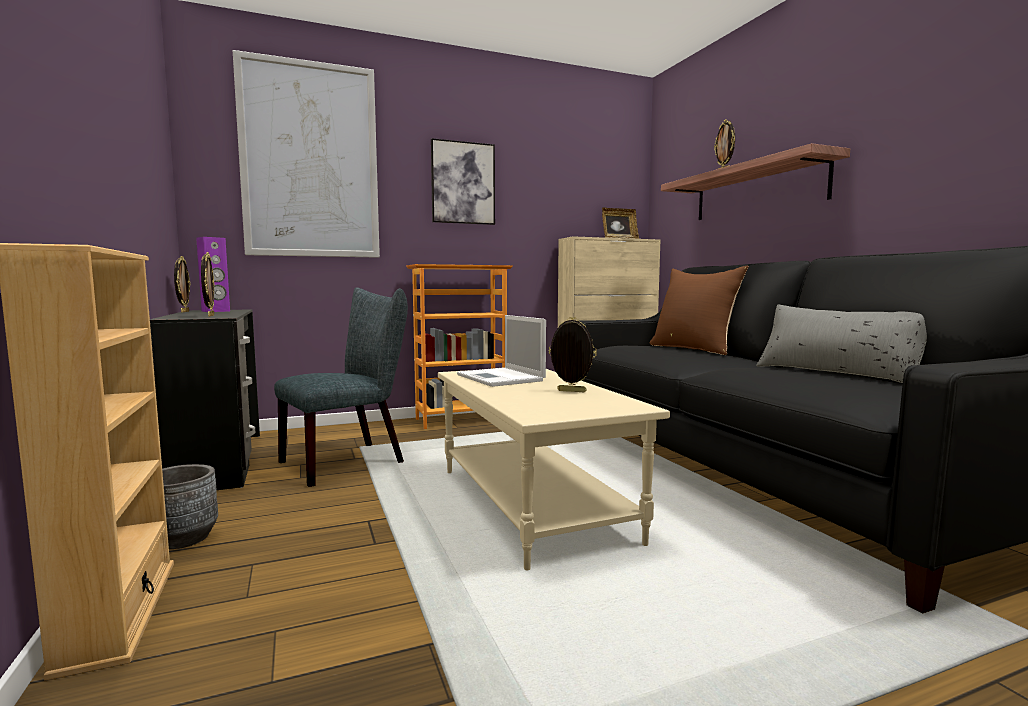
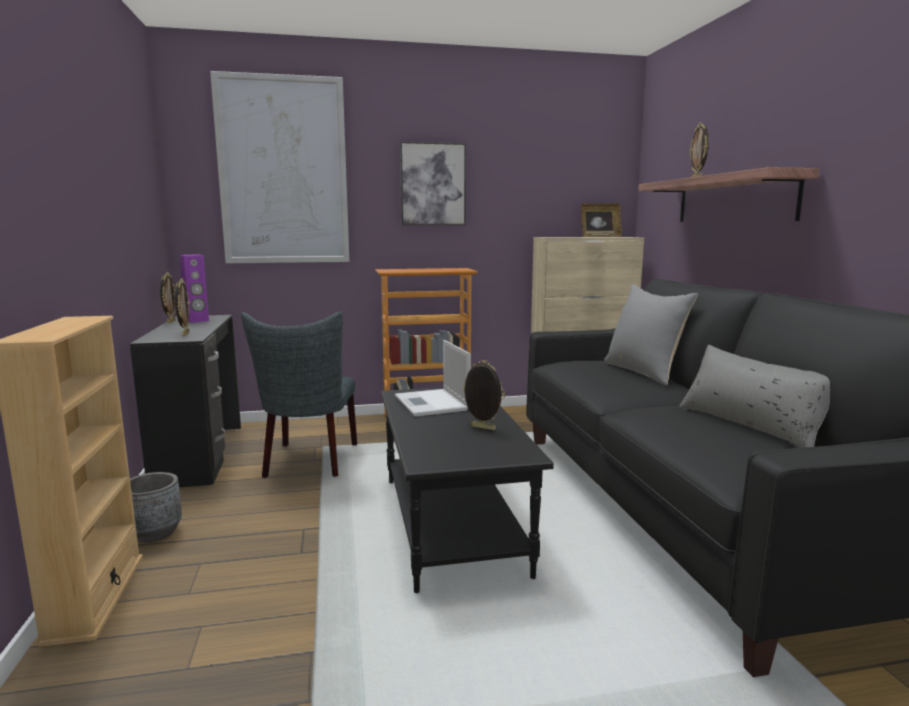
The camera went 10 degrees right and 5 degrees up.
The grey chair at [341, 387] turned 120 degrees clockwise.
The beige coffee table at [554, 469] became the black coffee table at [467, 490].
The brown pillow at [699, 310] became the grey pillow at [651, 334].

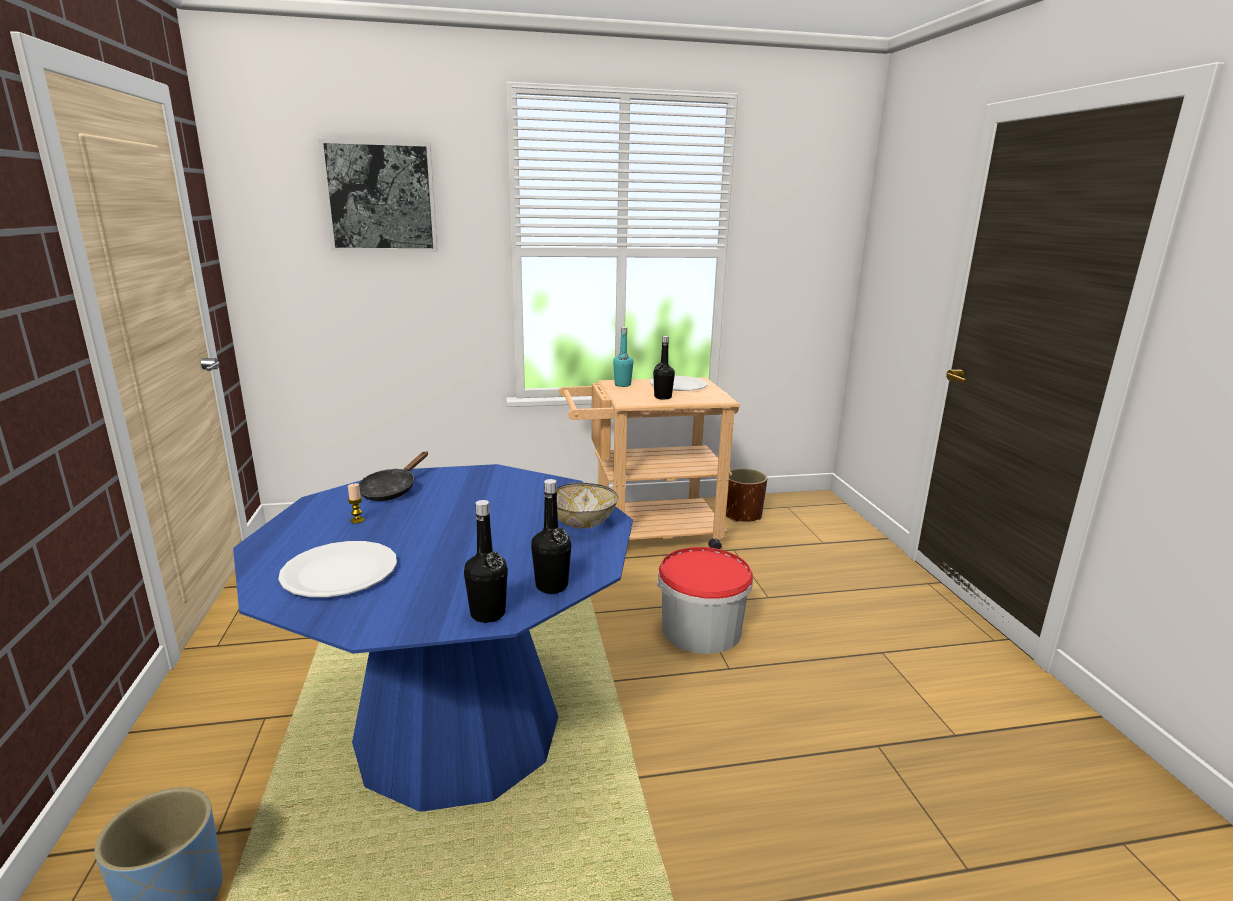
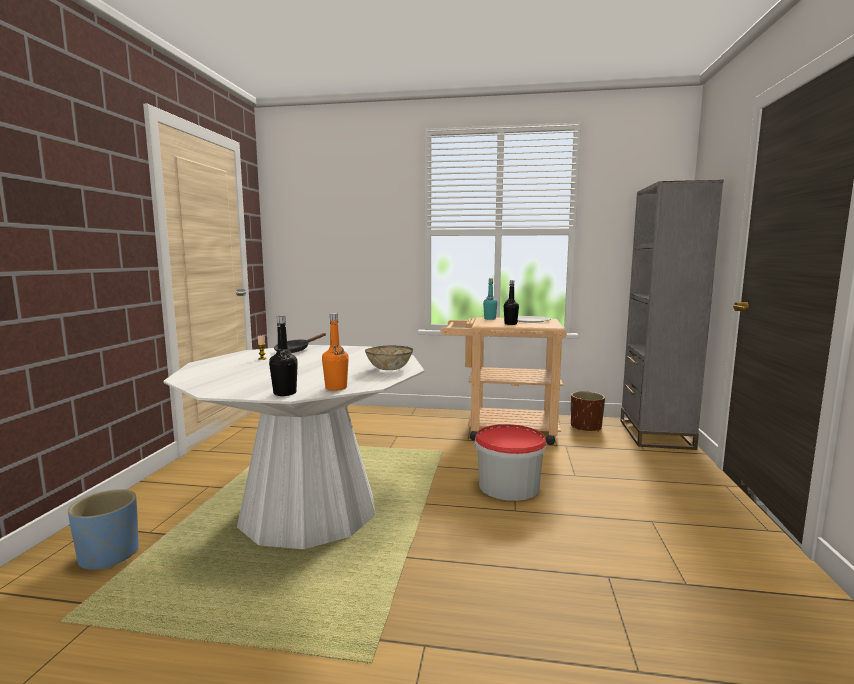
The camera went 20 degrees right and 10 degrees down.
The blue dining table at [433, 638] became the white dining table at [294, 447].
The black bottle at [551, 536] became the orange bottle at [335, 352].
The grey bookcase at [672, 315] appeared.
The white plate at [337, 569] disappeared.
The picture at [378, 195] disappeared.

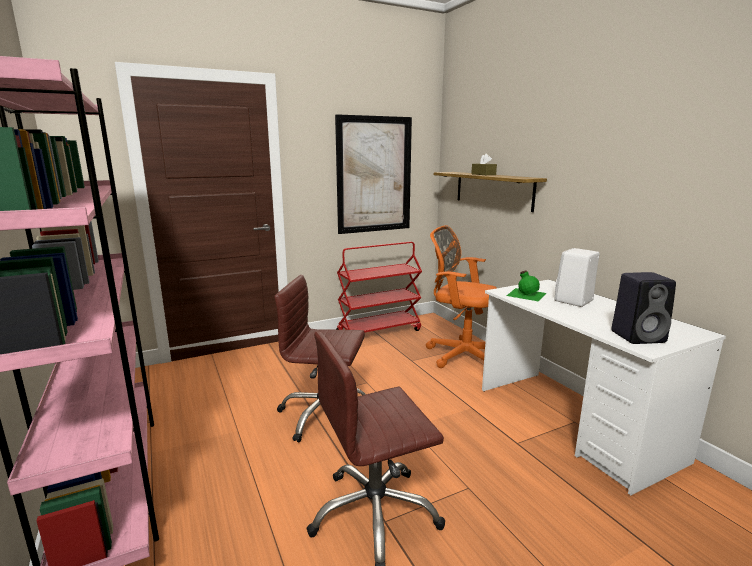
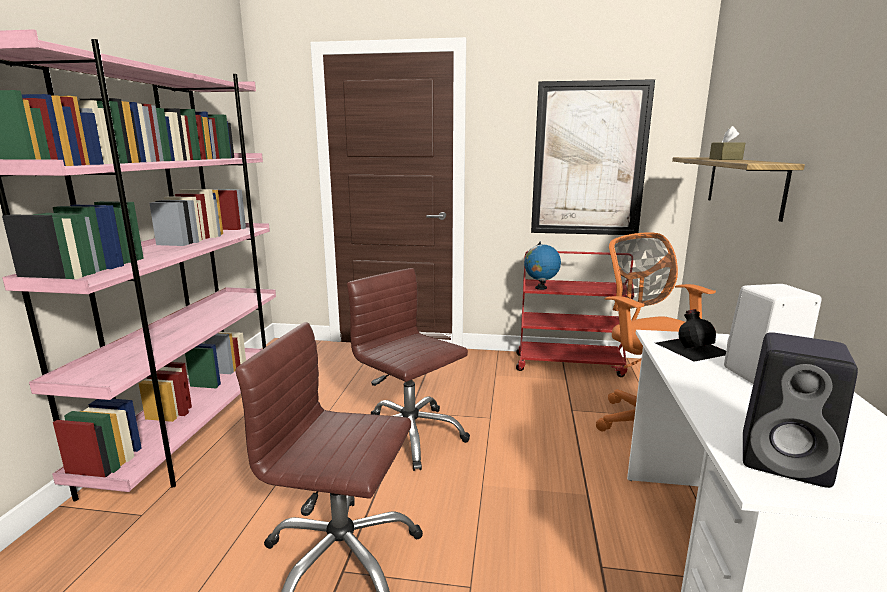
The camera went 35 degrees right and 0 degrees up.
The globe at [542, 266] appeared.
The green bottle at [526, 286] became the black bottle at [691, 335].

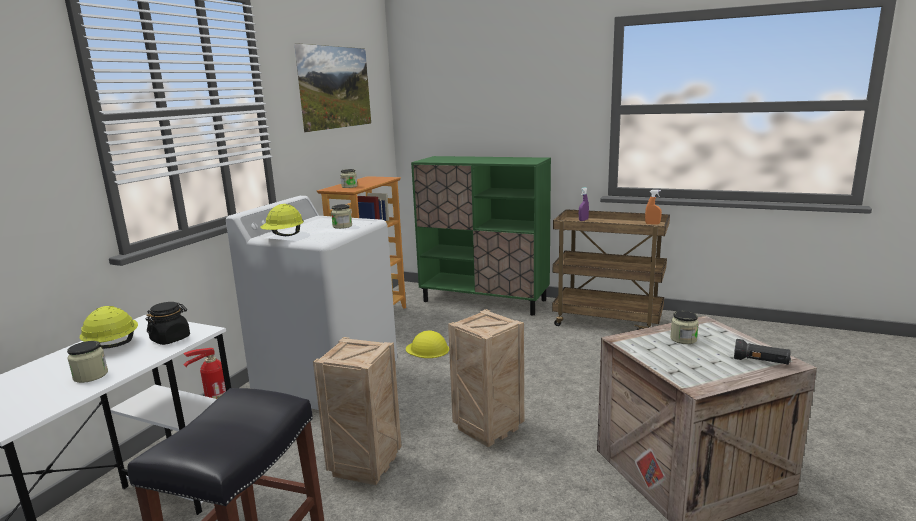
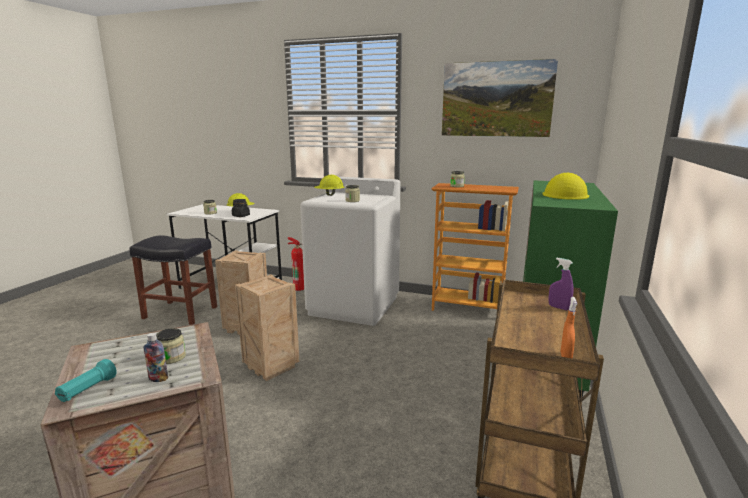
The camera went 85 degrees right and 0 degrees up.
The black flashlight at [762, 352] became the turquoise flashlight at [86, 380].
The bottle at [156, 357] appeared.
The yellow hard hat moved from [427, 344] to [565, 186].

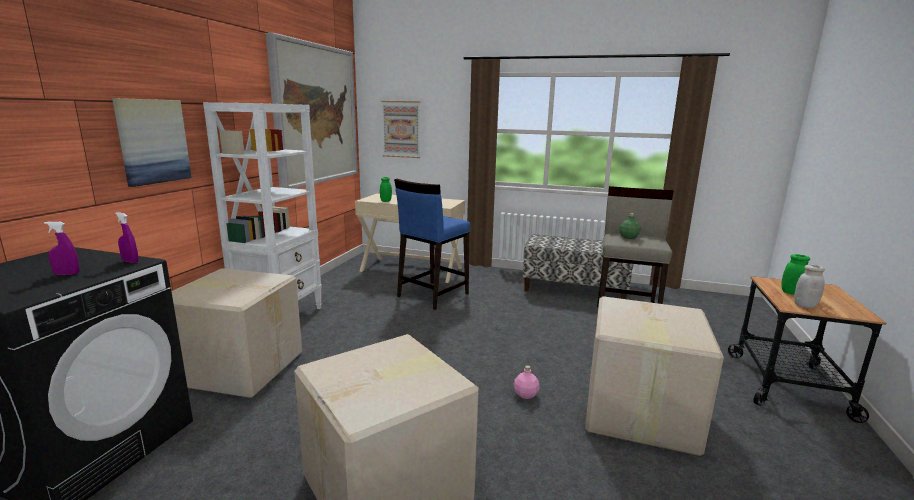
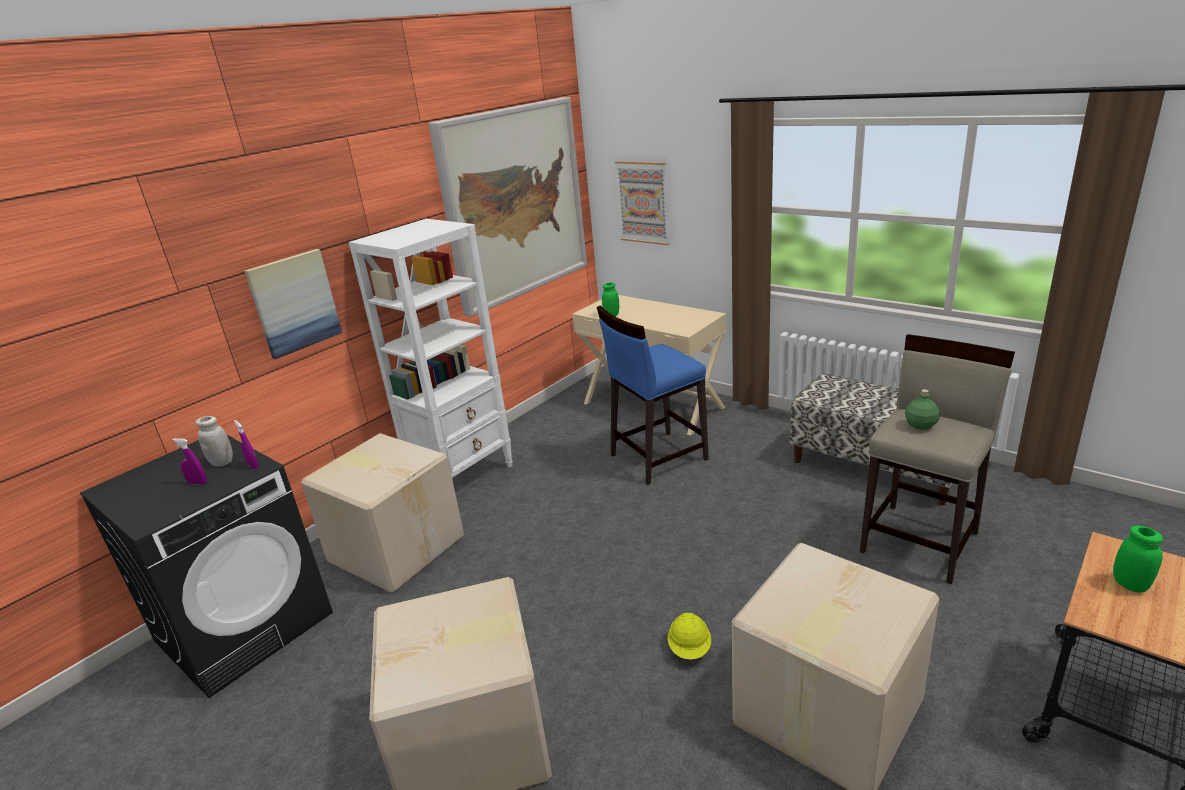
The camera went 25 degrees right and 10 degrees up.
The white jar moved from [809, 286] to [214, 441].
The pink bottle at [527, 382] was replaced by the yellow hard hat at [689, 636].

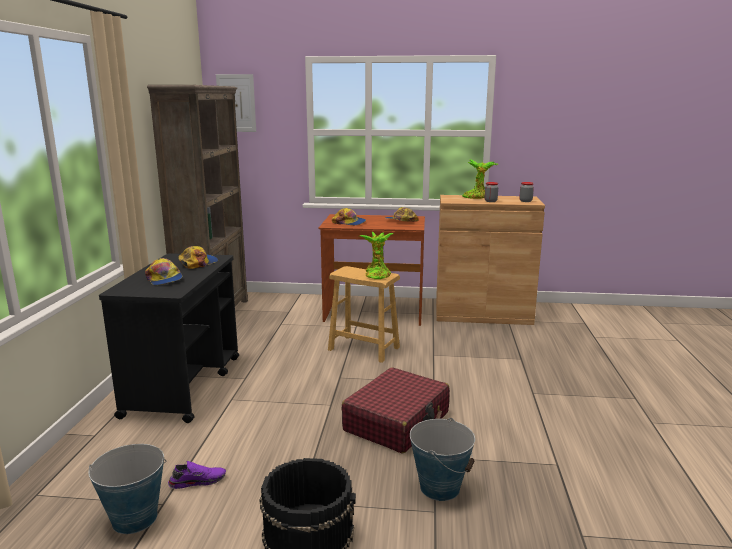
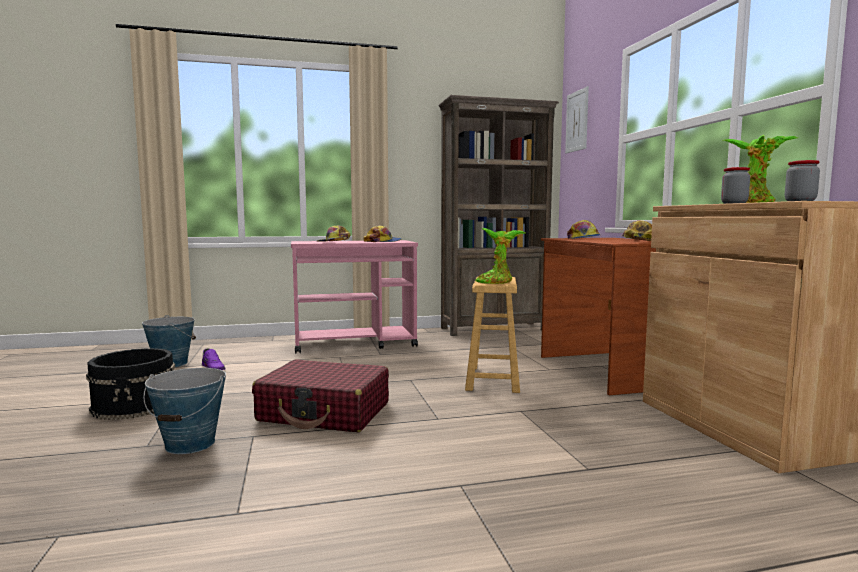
The camera went 70 degrees right and 10 degrees down.
The black cart at [169, 338] became the pink cart at [354, 297].

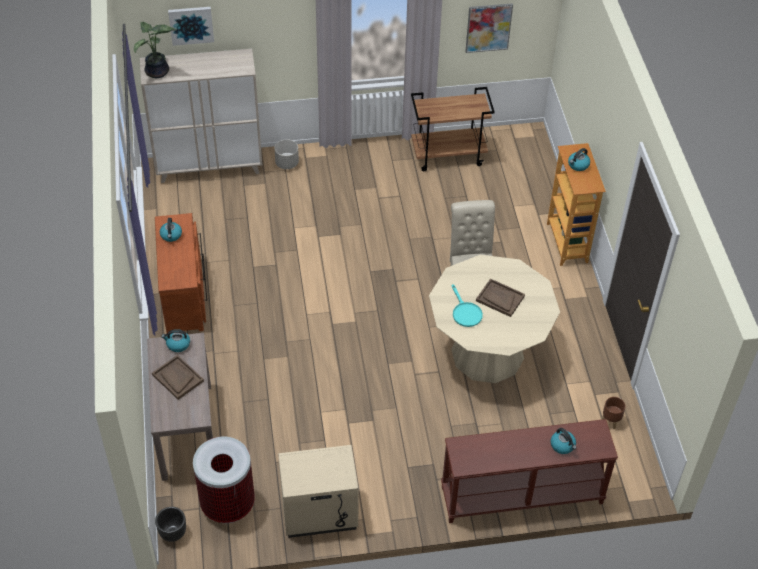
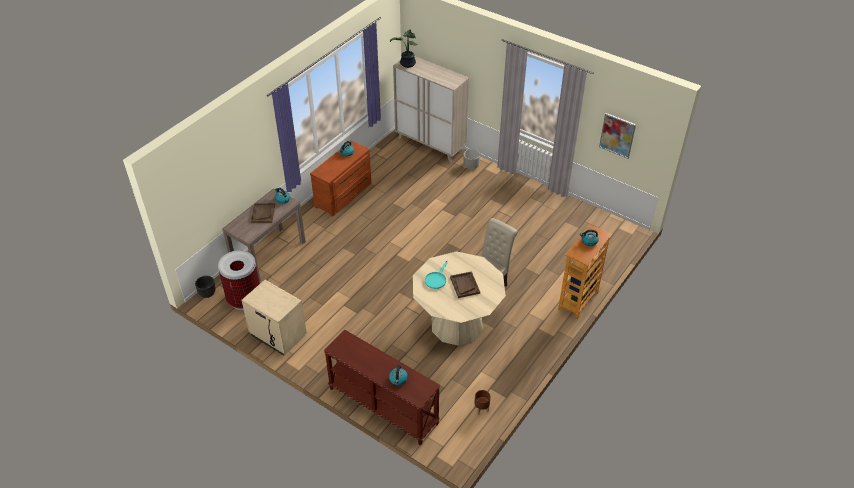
The camera went 45 degrees right and 5 degrees down.
The picture at [191, 26] disappeared.
The brown cart at [453, 129] disappeared.

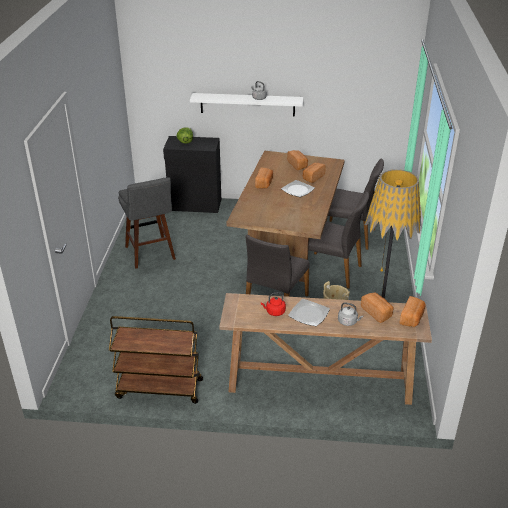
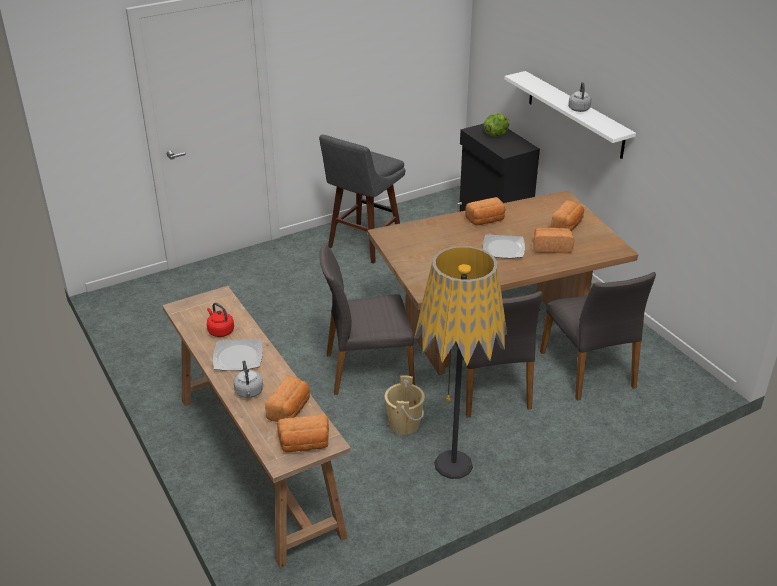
The camera went 55 degrees right and 0 degrees up.
The brown cart at [156, 360] disappeared.

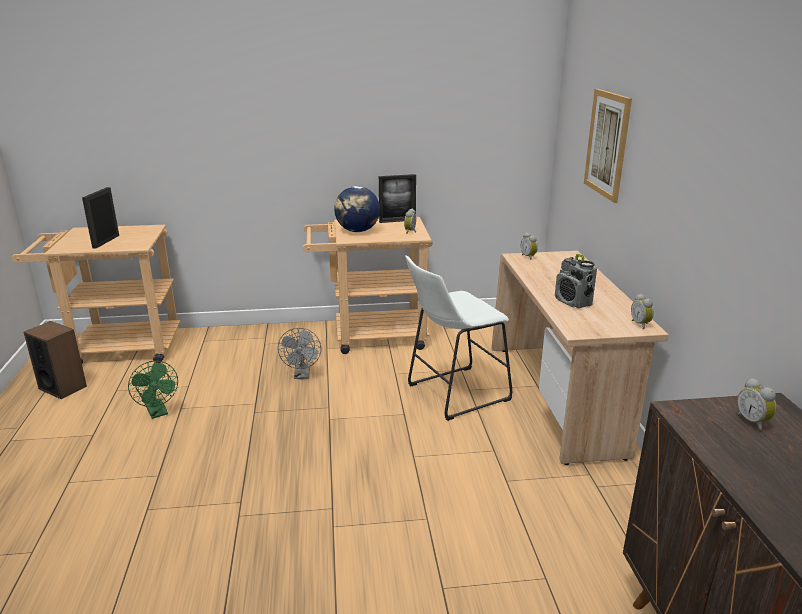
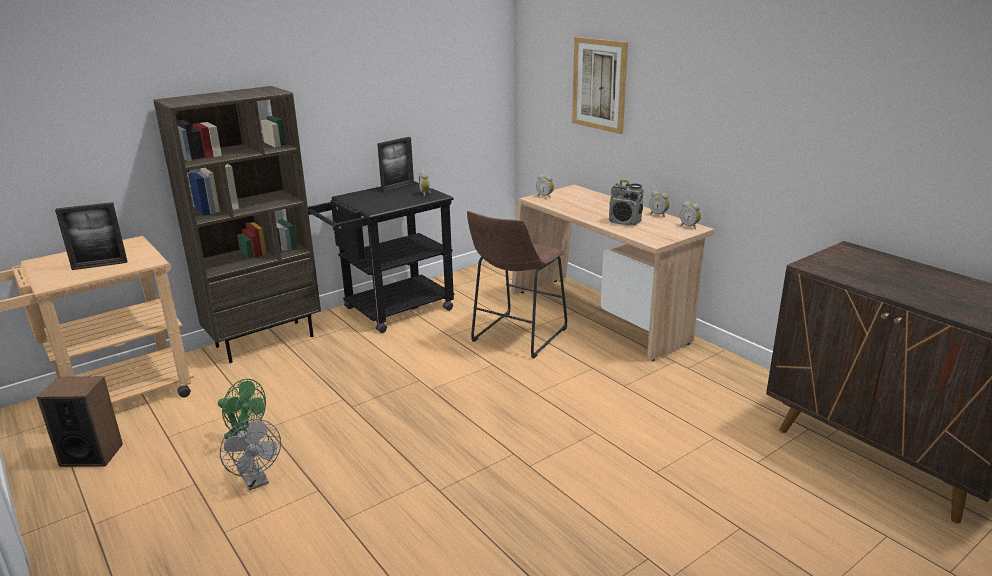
The camera went 30 degrees left and 0 degrees up.
The picture frame at [100, 218] turned 90 degrees counterclockwise.
The brown bookcase at [237, 224] appeared.
The grey fan moved from [299, 353] to [250, 454].
The beige cart at [368, 285] became the black cart at [381, 257].
The white stool at [458, 338] became the brown stool at [517, 284].
The alarm clock moved from [756, 404] to [659, 204].
The globe at [357, 209] disappeared.

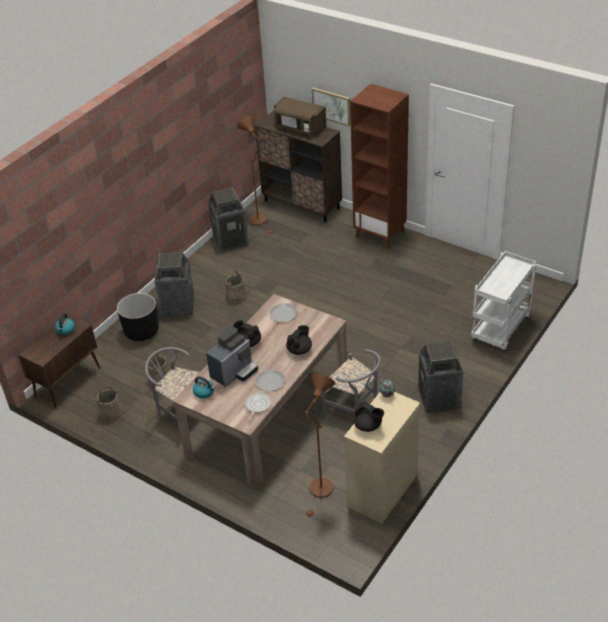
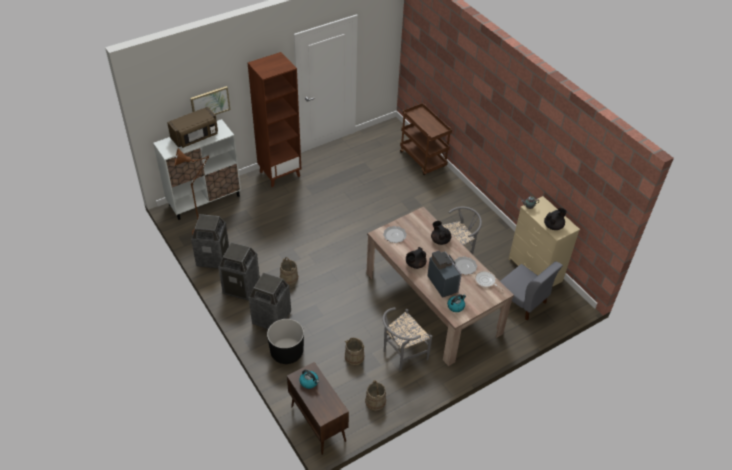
The camera went 70 degrees left and 5 degrees up.
The brown cabinet at [298, 166] became the white cabinet at [197, 169].
The trash can moved from [440, 376] to [239, 271].
The white cart at [503, 301] became the brown cart at [426, 139].
The brown floor lamp at [319, 446] was replaced by the grey chair at [531, 291].

